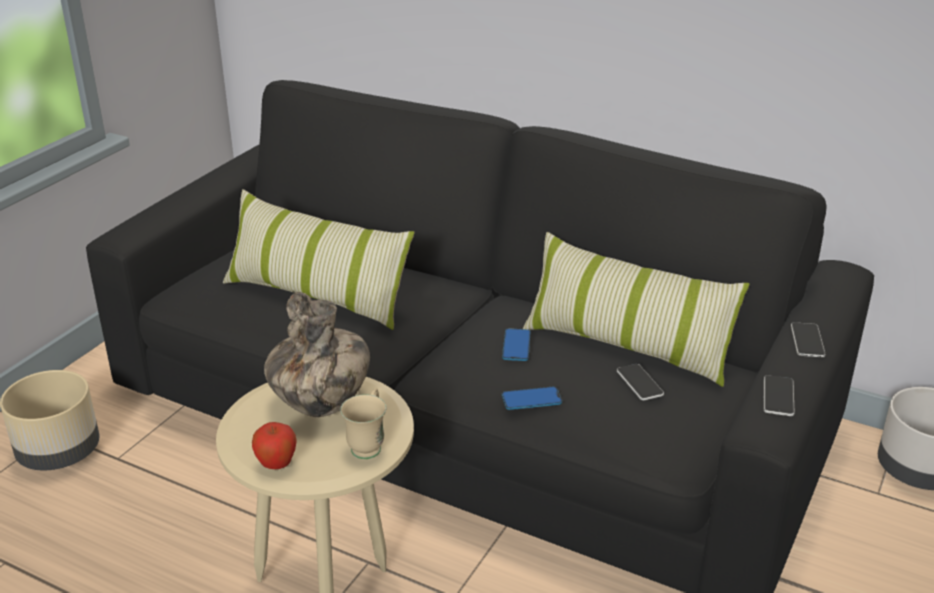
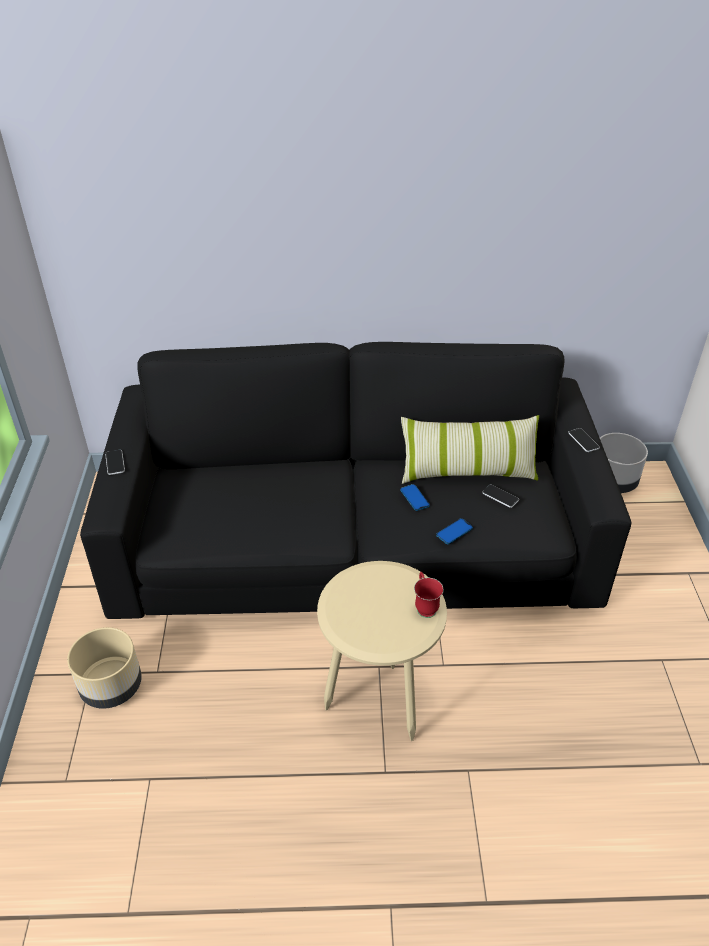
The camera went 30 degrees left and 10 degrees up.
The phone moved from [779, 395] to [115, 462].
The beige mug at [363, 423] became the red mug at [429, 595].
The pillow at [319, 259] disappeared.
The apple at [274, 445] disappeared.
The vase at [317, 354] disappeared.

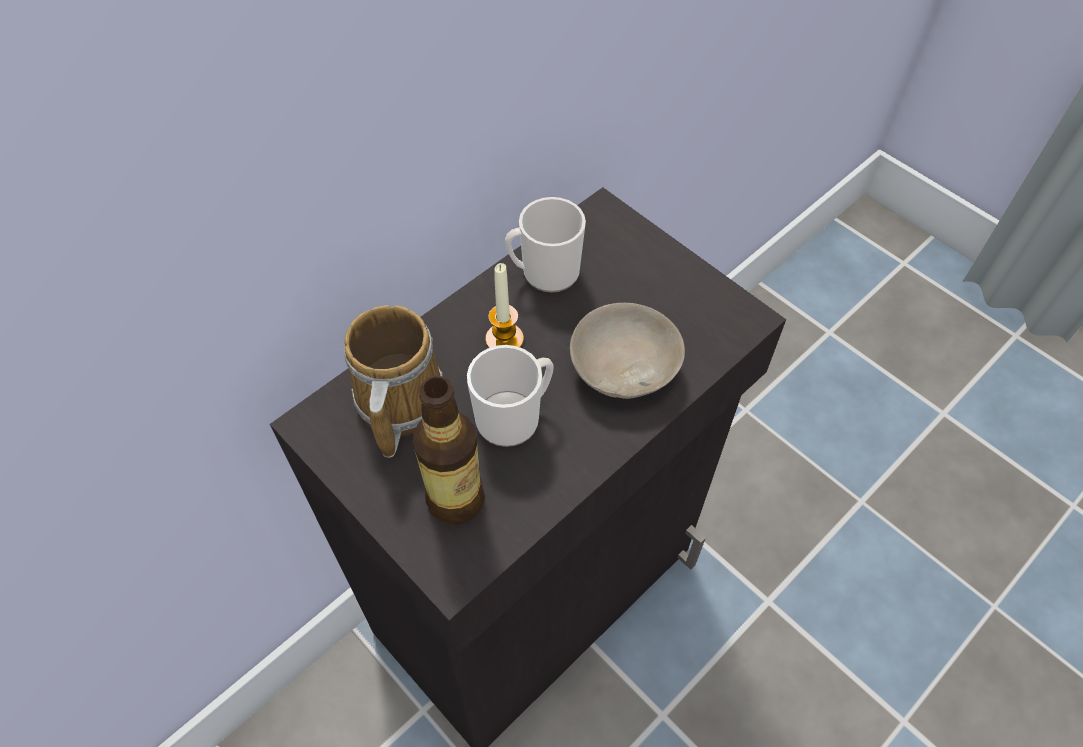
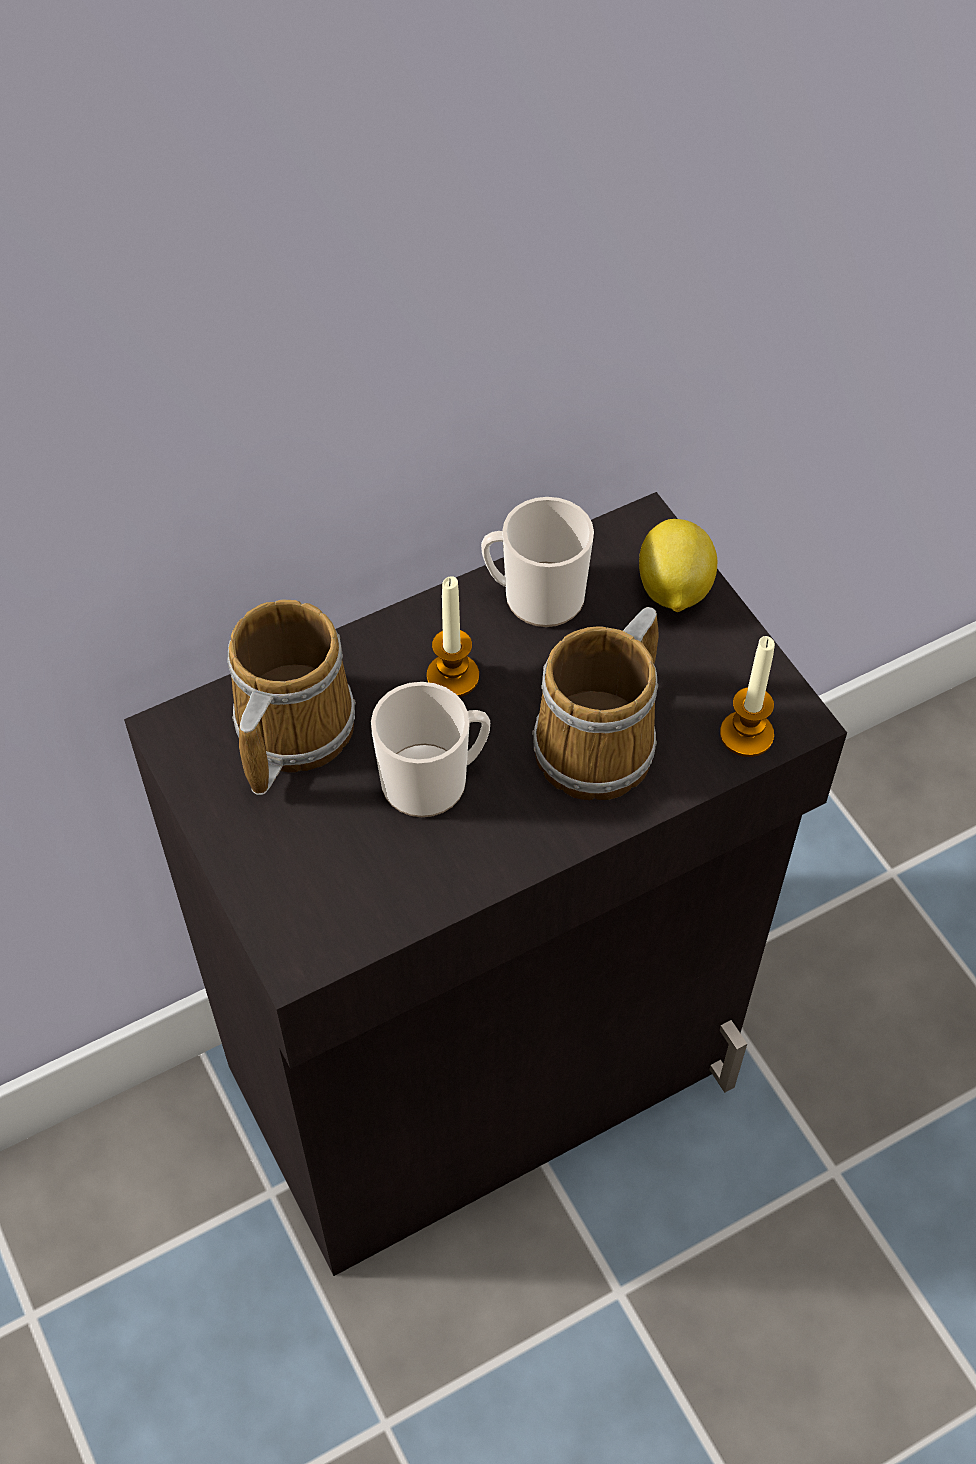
The camera went 15 degrees right and 0 degrees up.
The beige bowl at [627, 351] was replaced by the mug at [595, 703].
The lemon at [678, 565] appeared.
The candle at [747, 696] appeared.
The bottle at [449, 450] disappeared.

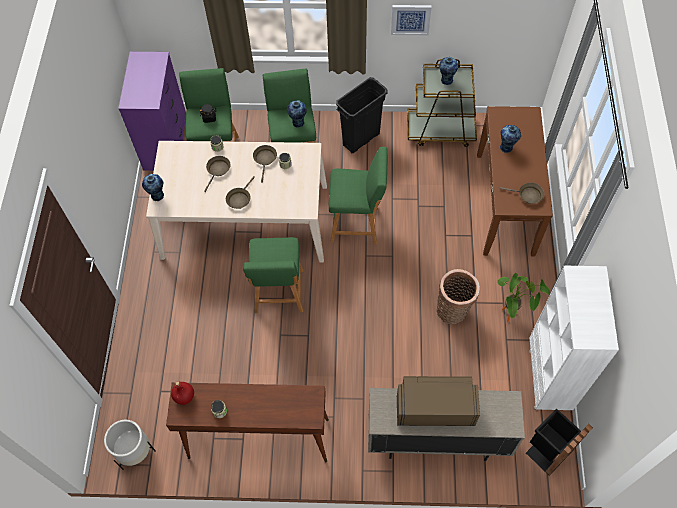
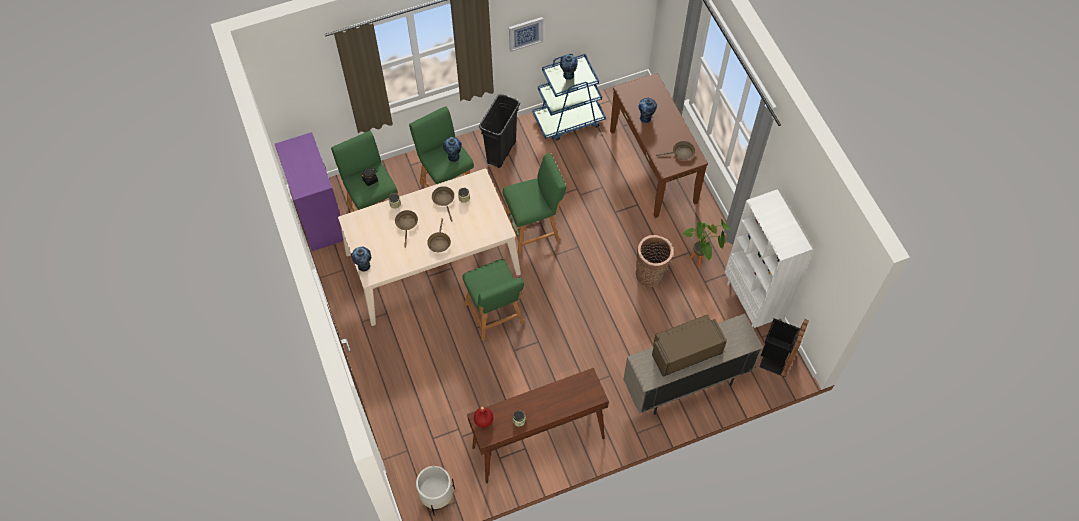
The camera went 25 degrees left and 0 degrees up.
The brown cart at [442, 103] became the blue cart at [569, 97].

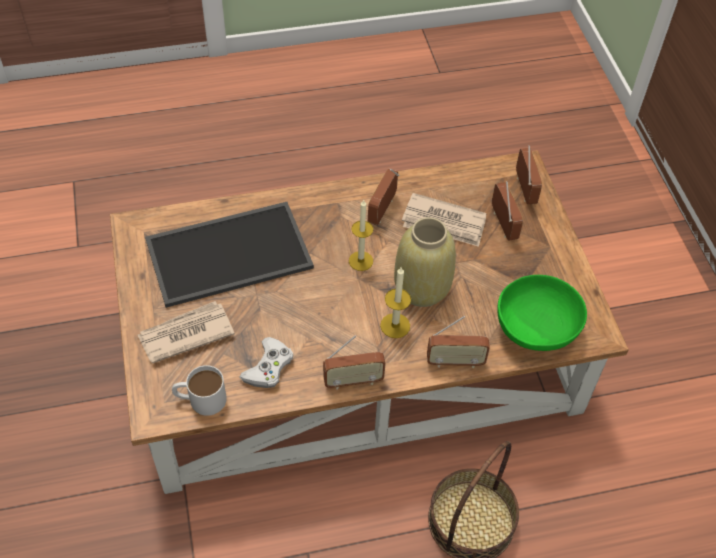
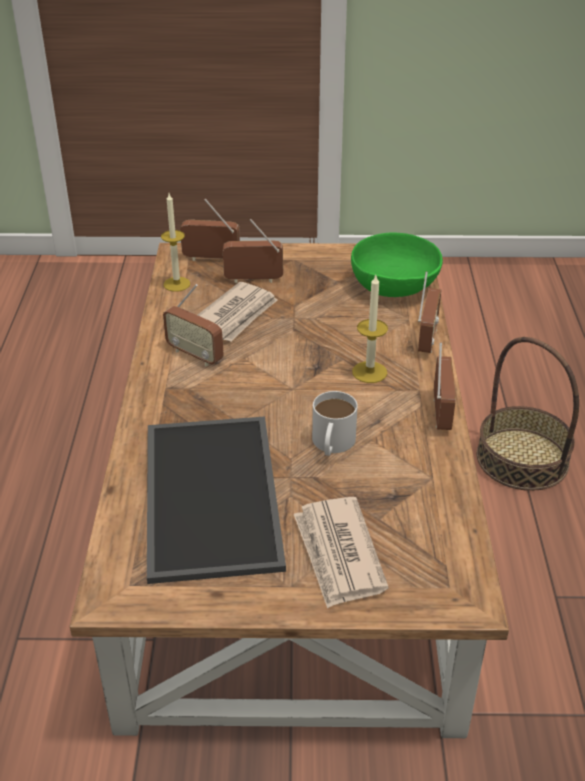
The camera went 75 degrees left and 15 degrees down.
The candle moved from [361, 235] to [175, 242].
The white mug moved from [199, 390] to [335, 423].
The white game controller at [266, 362] disappeared.
The beige vase at [425, 262] disappeared.

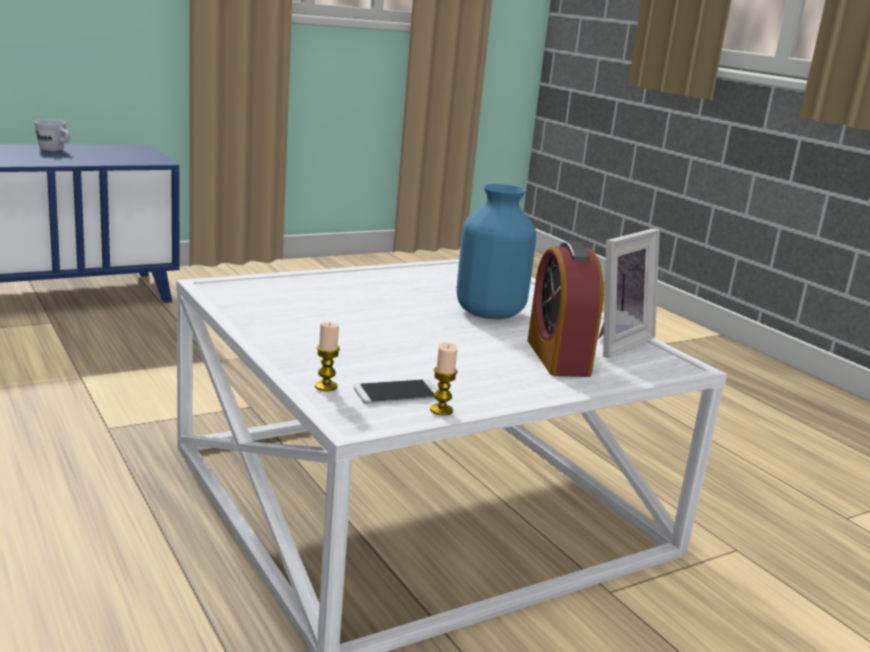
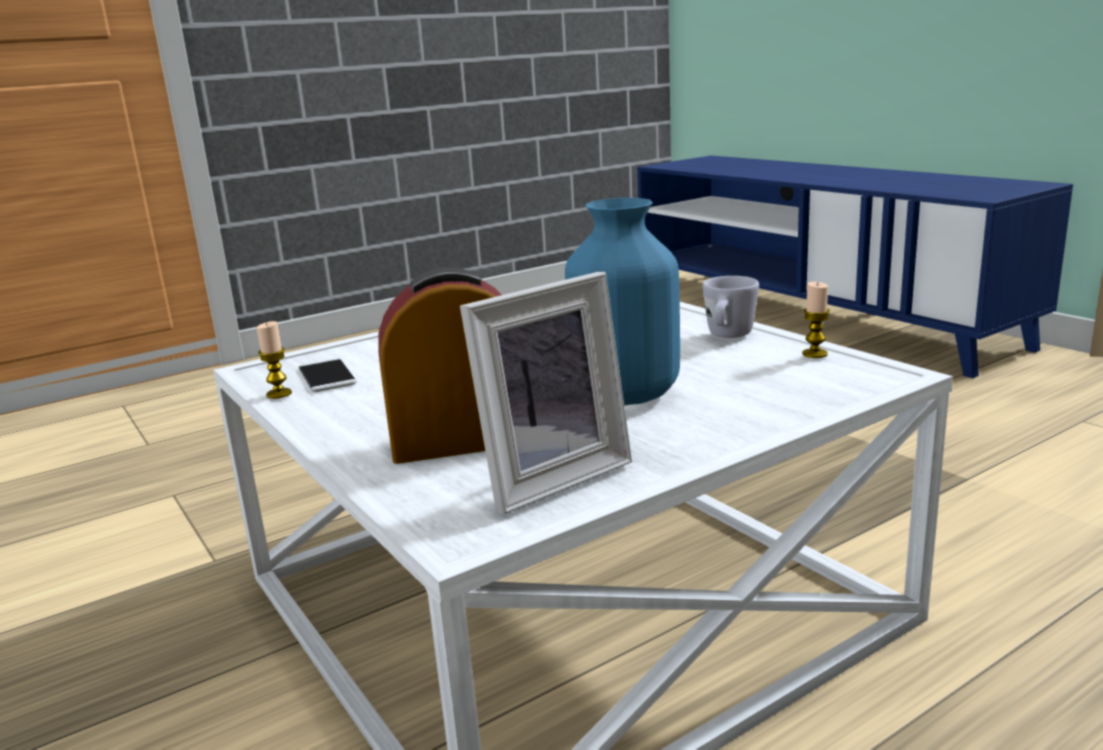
The camera went 90 degrees right and 0 degrees up.
The picture frame at [629, 293] turned 75 degrees counterclockwise.
The white mug moved from [52, 135] to [731, 307].
The candle moved from [327, 356] to [816, 320].

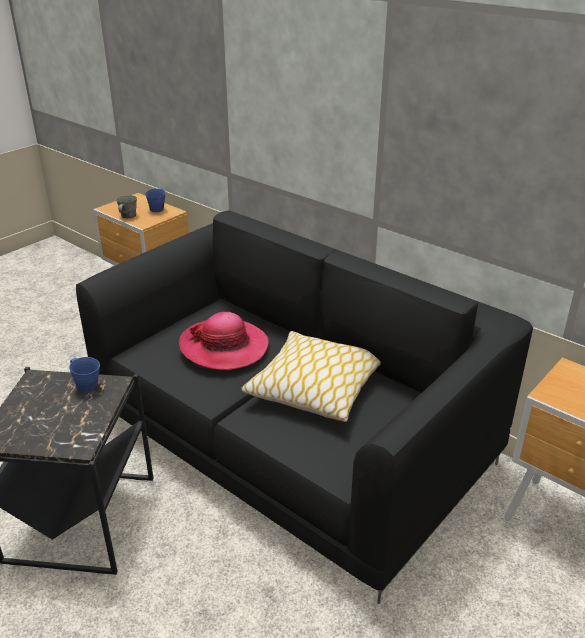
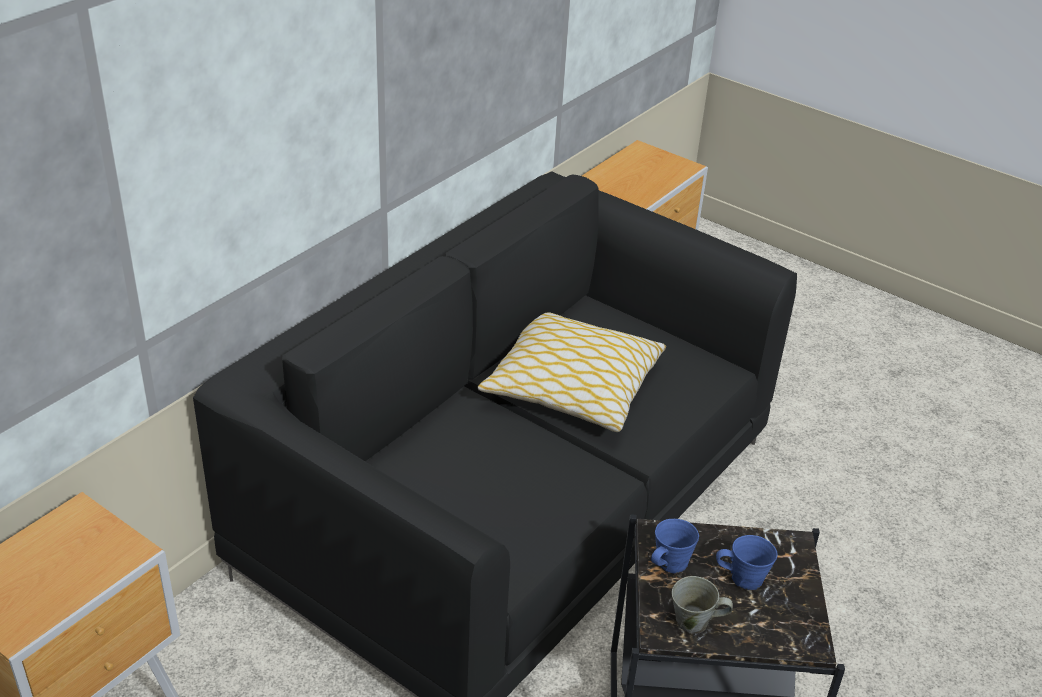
The camera went 95 degrees left and 5 degrees up.
The grey mug moved from [126, 206] to [702, 605].
The blue mug moved from [155, 200] to [747, 562].
The hat at [224, 341] disappeared.

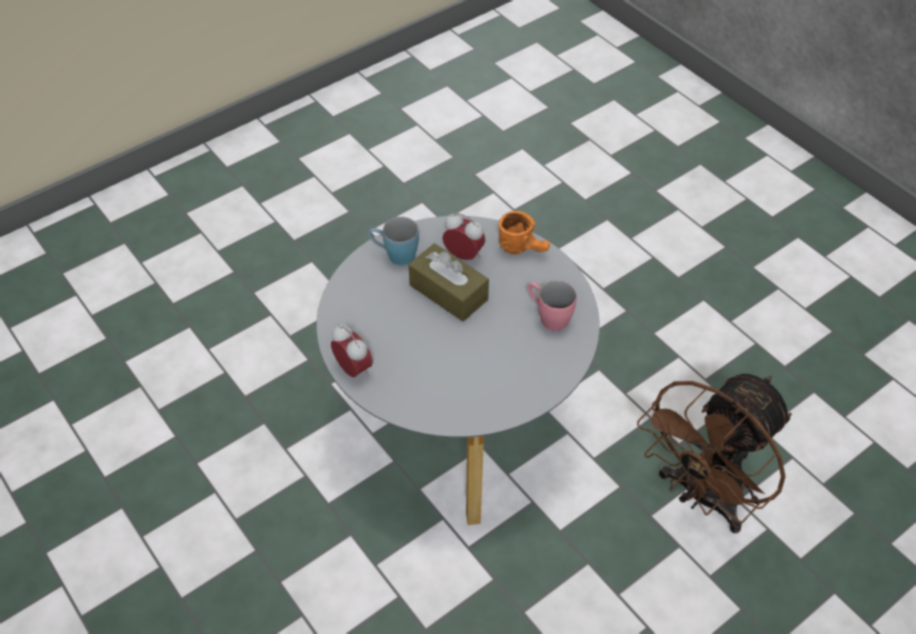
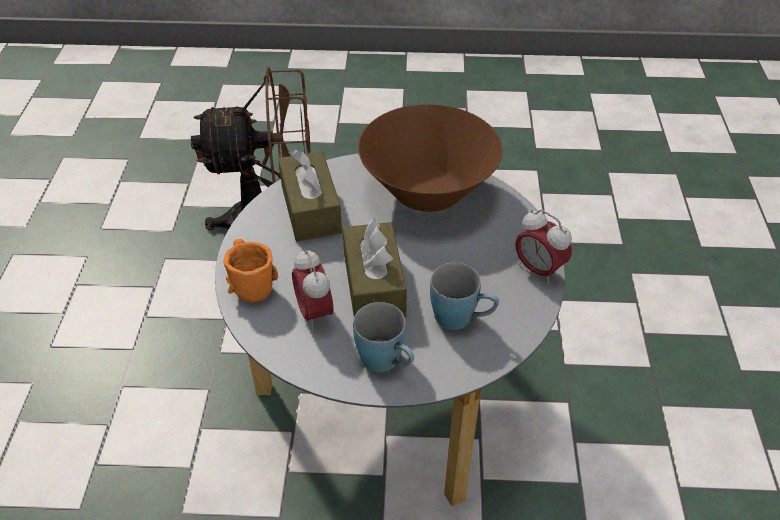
The camera went 140 degrees left and 5 degrees down.
The pink mug at [552, 305] was replaced by the brown tissue box at [310, 195].
The brown bowl at [430, 158] appeared.
The blue mug at [464, 296] appeared.
The alarm clock at [352, 351] turned 45 degrees counterclockwise.

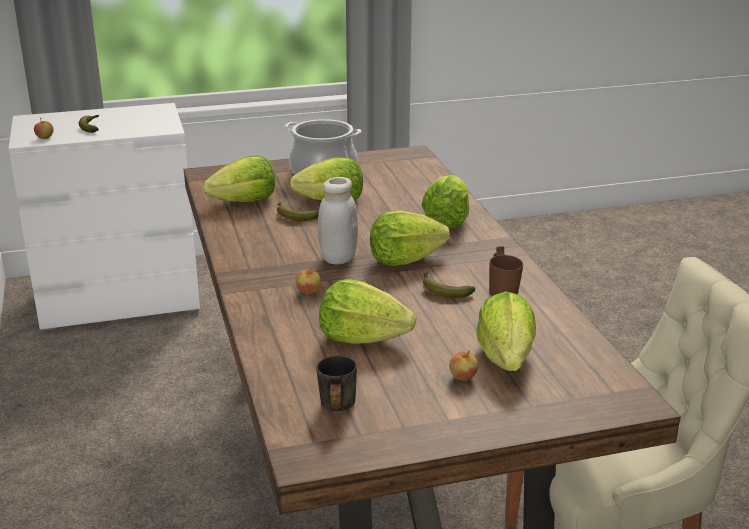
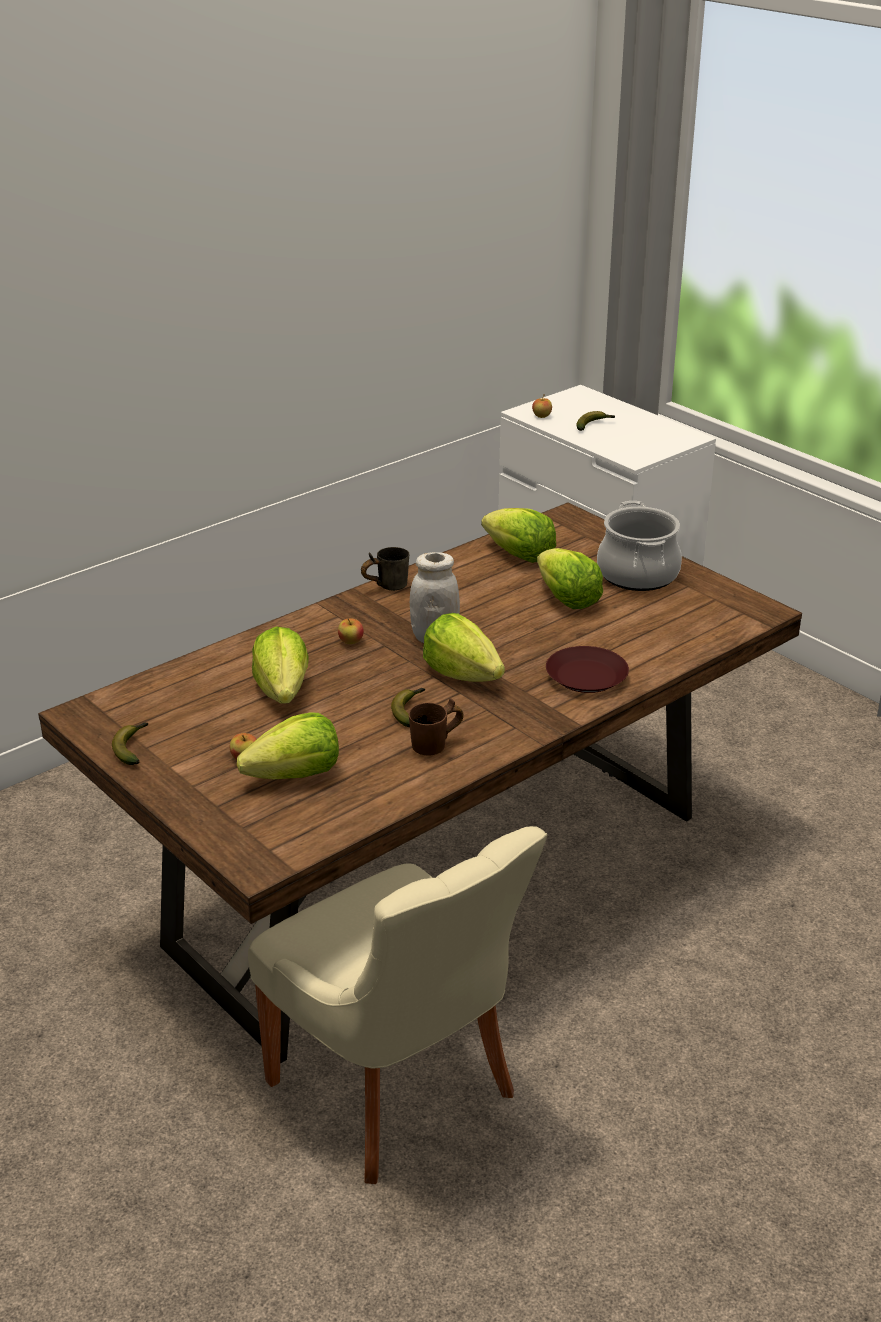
The camera went 65 degrees right and 5 degrees up.
The banana moved from [298, 211] to [130, 743].
The grey mug moved from [336, 383] to [385, 569].
The lettuce at [445, 201] was replaced by the brown plate at [587, 669].

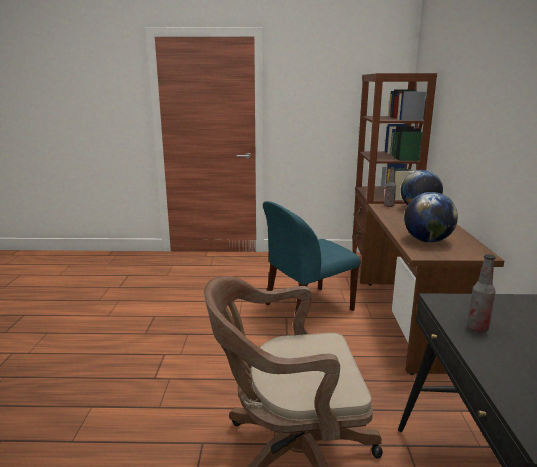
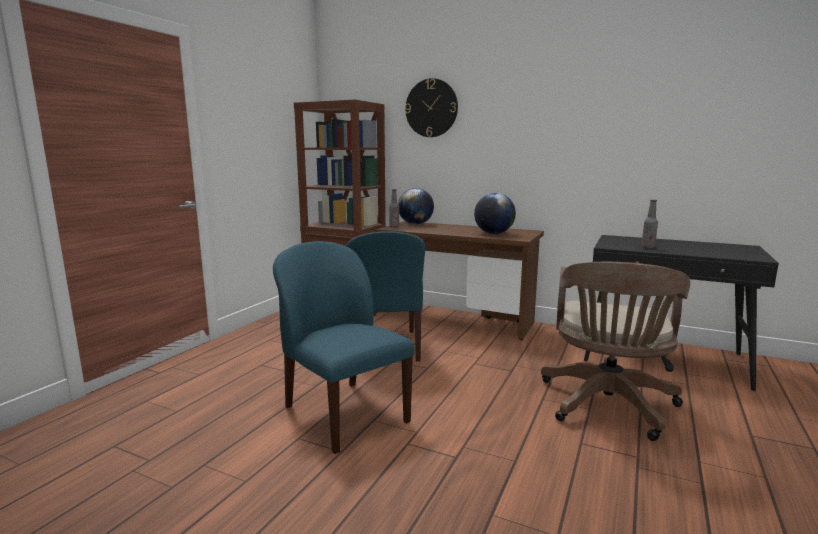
The camera went 65 degrees left and 5 degrees down.
The blue chair at [344, 347] appeared.
The wall clock at [431, 107] appeared.

